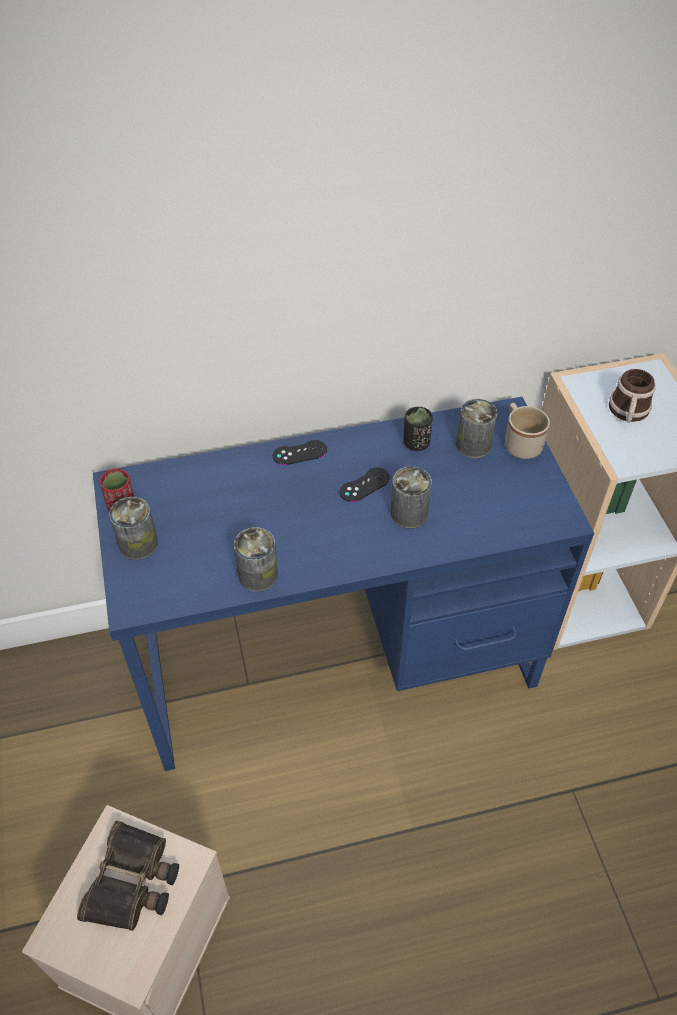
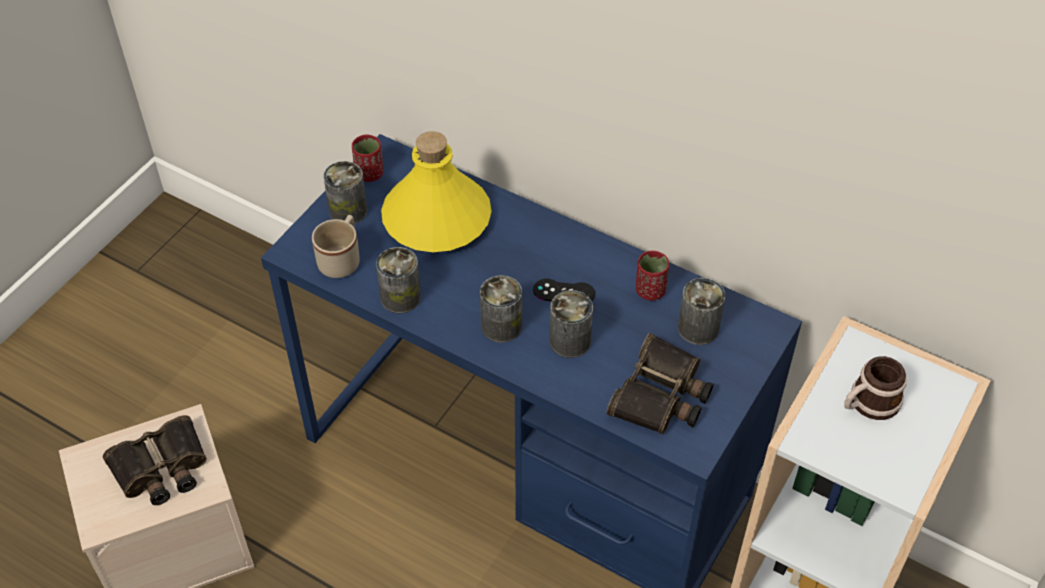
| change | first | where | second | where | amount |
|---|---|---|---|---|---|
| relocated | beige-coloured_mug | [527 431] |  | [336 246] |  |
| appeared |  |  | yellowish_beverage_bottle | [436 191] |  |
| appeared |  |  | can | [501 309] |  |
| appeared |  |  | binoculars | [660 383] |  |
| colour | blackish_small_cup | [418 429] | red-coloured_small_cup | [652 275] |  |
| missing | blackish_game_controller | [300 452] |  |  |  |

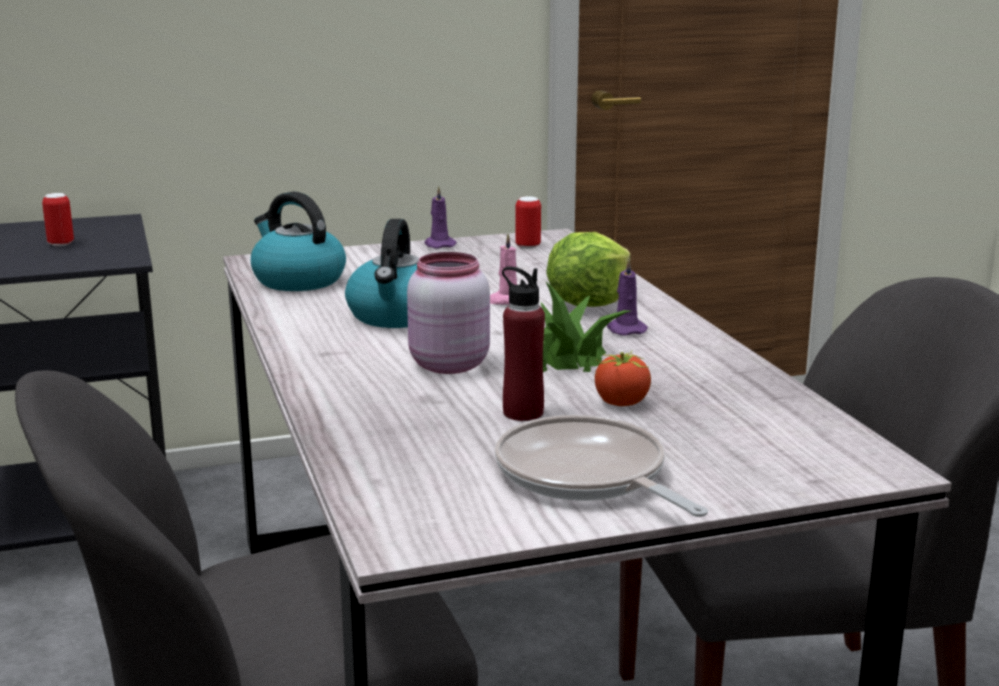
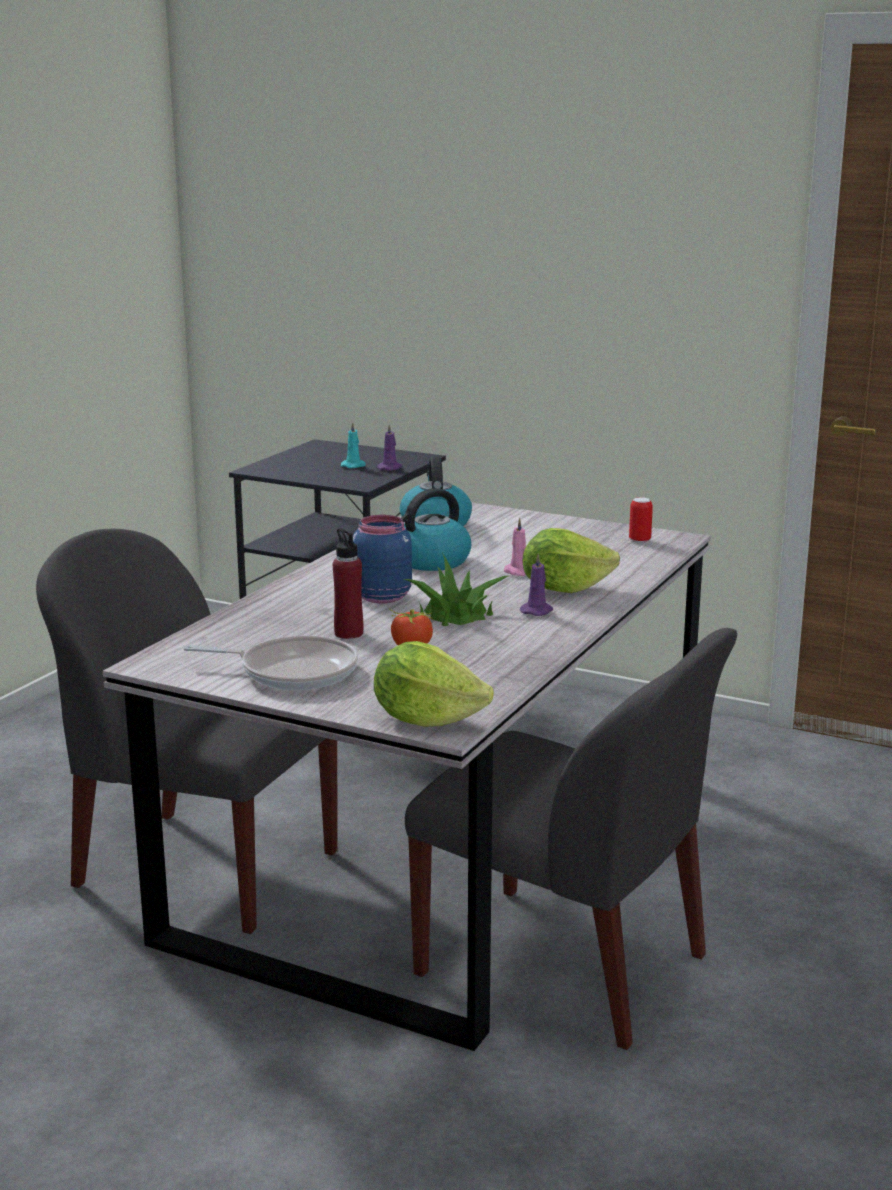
| change | first | where | second | where | amount |
|---|---|---|---|---|---|
| spun | frying_pan | [601 466] |  | [270 663] | 90 degrees clockwise |
| exchanged | can | [58 220] | blue-green_candle | [353 445] |  |
| colour | pink_jar | [448 313] | bluish_jar | [382 559] |  |
| appeared |  |  | head_of_lettuce | [434 684] |  |
| relocated | purple-coloured_candle | [440 217] |  | [389 447] |  |

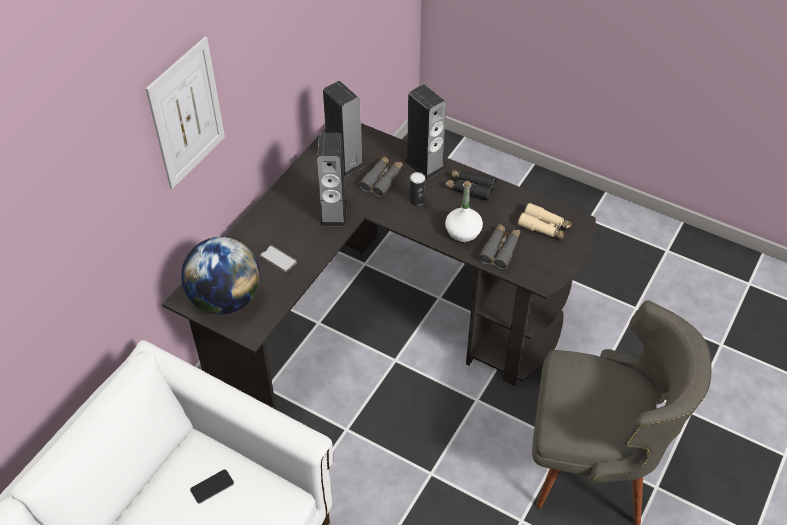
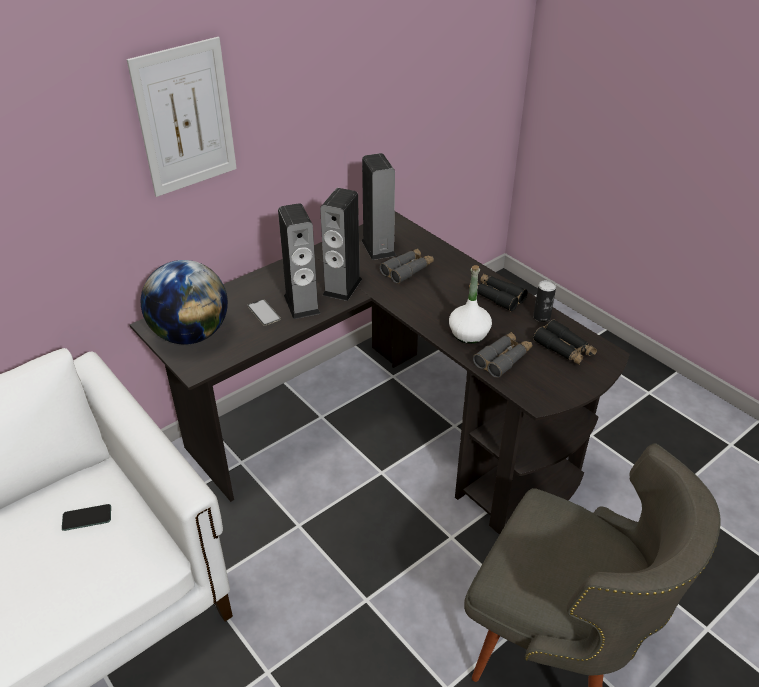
| change | first | where | second | where | amount |
|---|---|---|---|---|---|
| relocated | speaker | [425 132] |  | [299 261] |  |
| relocated | can | [417 189] |  | [544 301] |  |
| colour | beige-coloured_binoculars | [545 221] | blackish_binoculars | [565 342] |  |

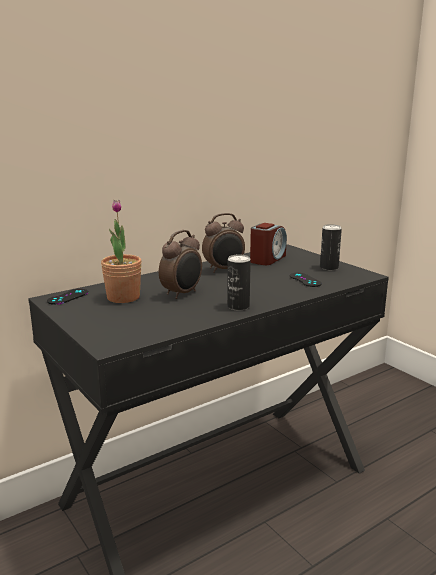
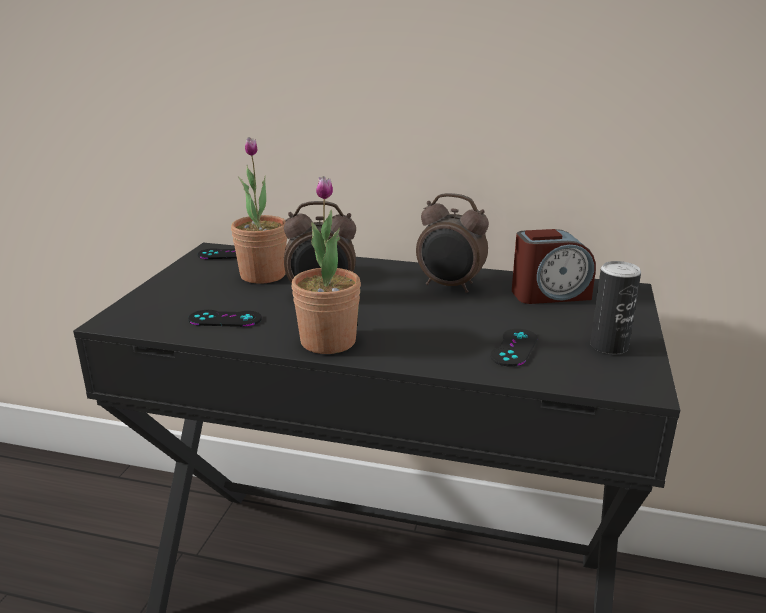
| change | first | where | second | where | amount |
|---|---|---|---|---|---|
| appeared |  |  | blackish_game_controller | [225 318] |  |
| exchanged | can | [239 283] | houseplant | [326 265] |  |

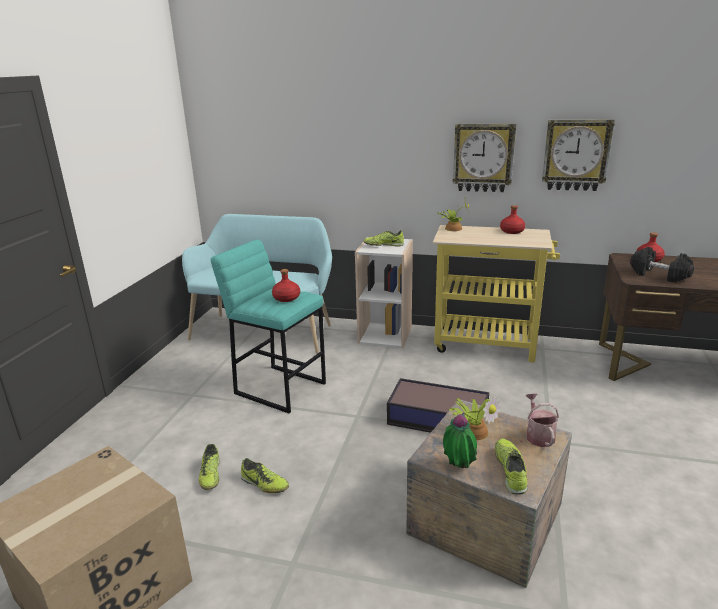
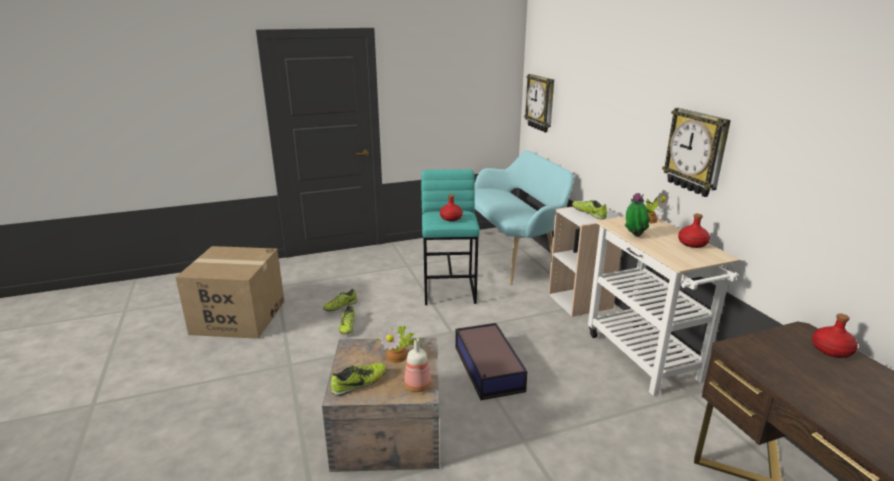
| change | first | where | second | where | amount |
|---|---|---|---|---|---|
| exchanged | sprinkling_can | [542 420] | beverage_bottle | [417 365] |  |
| relocated | clock_on_the_wall | [578 155] |  | [539 103] |  |
| colour | yellowish_trolley | [496 293] | white_trolley | [663 306] |  |
| relocated | houseplant | [460 440] |  | [637 215] |  |
| missing | blackish_dumbbell | [662 265] |  |  |  |

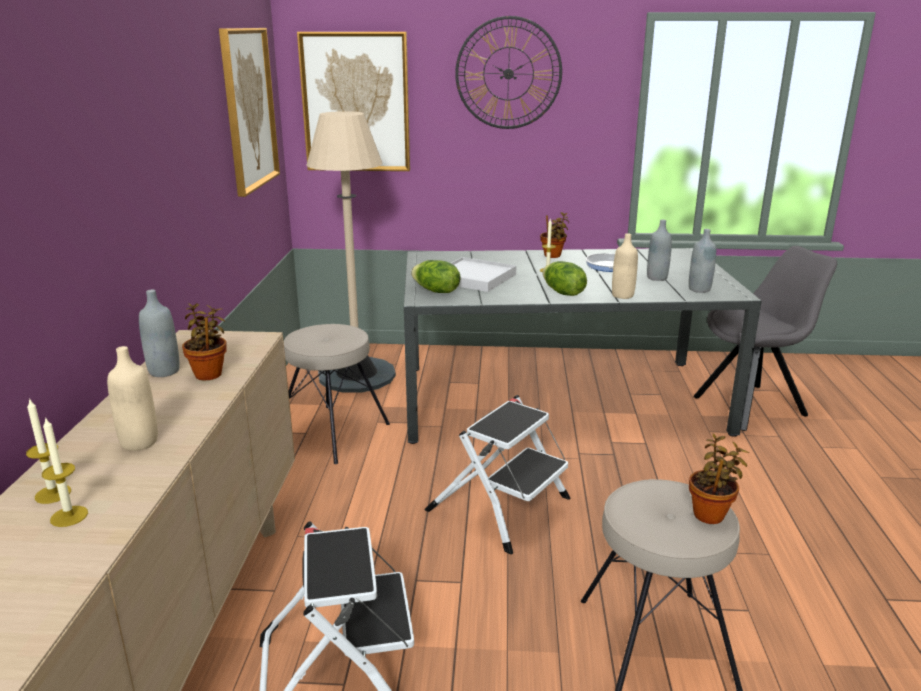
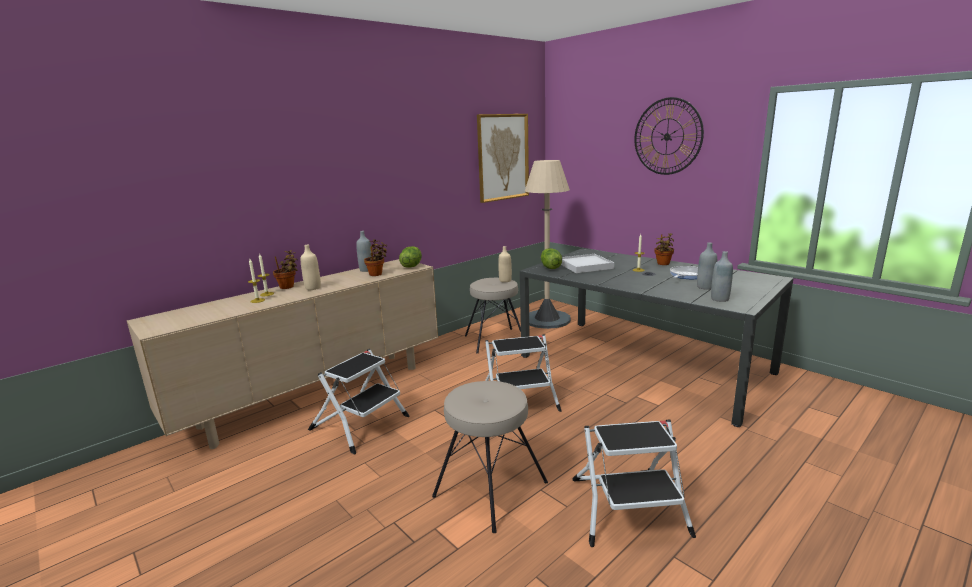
| change | first | where | second | where | amount |
|---|---|---|---|---|---|
| relocated | houseplant | [719 478] |  | [285 269] |  |
| relocated | head_of_lettuce | [565 278] |  | [410 257] |  |
| relocated | beige-coloured_beverage_bottle | [625 266] |  | [505 264] |  |
| appeared |  |  | step_stool | [634 483] |  |
| missing | picture | [353 101] |  |  |  |
| missing | grey_plain_chair | [765 338] |  |  |  |

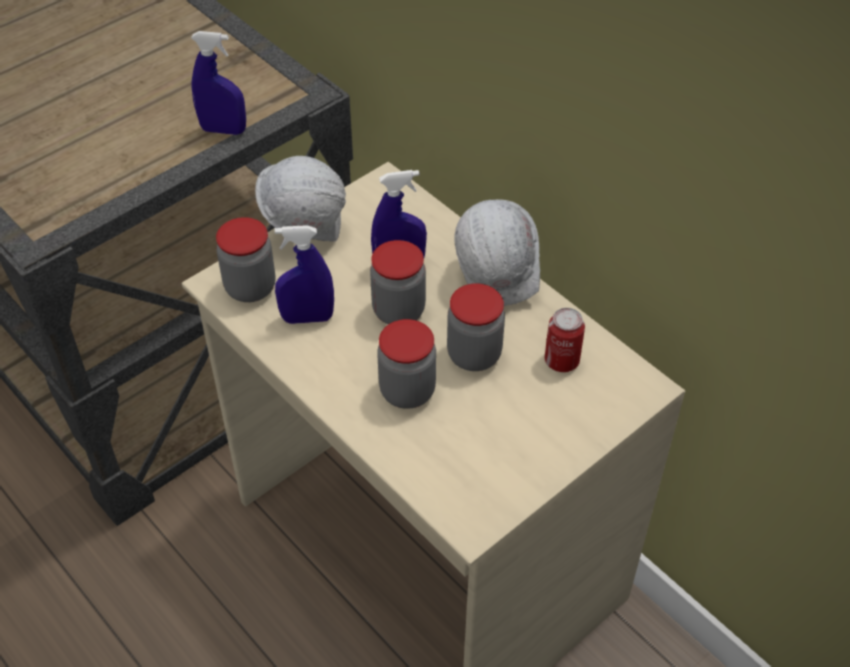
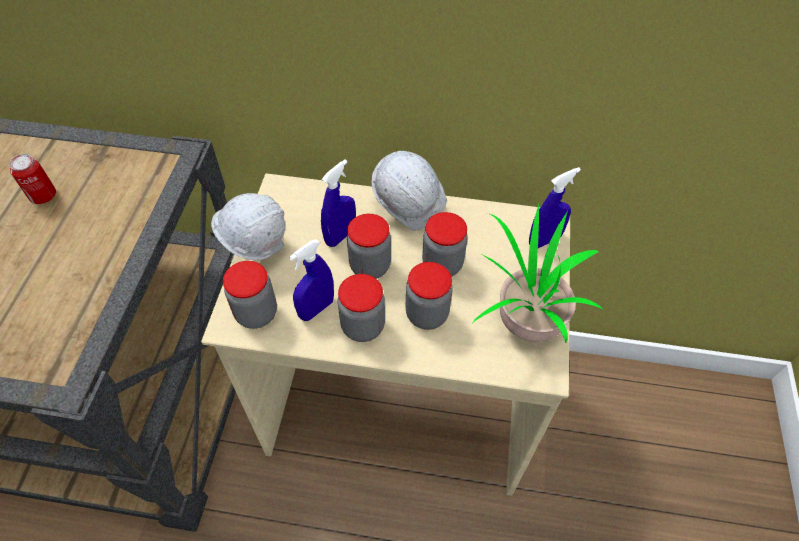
| change | first | where | second | where | amount |
|---|---|---|---|---|---|
| relocated | can | [565 340] |  | [32 179] |  |
| appeared |  |  | jar | [361 308] |  |
| appeared |  |  | houseplant | [538 273] |  |
| relocated | bluish_spray_bottle | [218 83] |  | [555 207] |  |

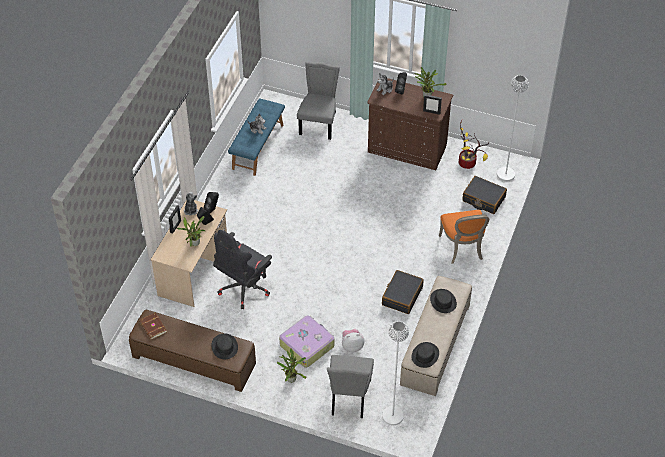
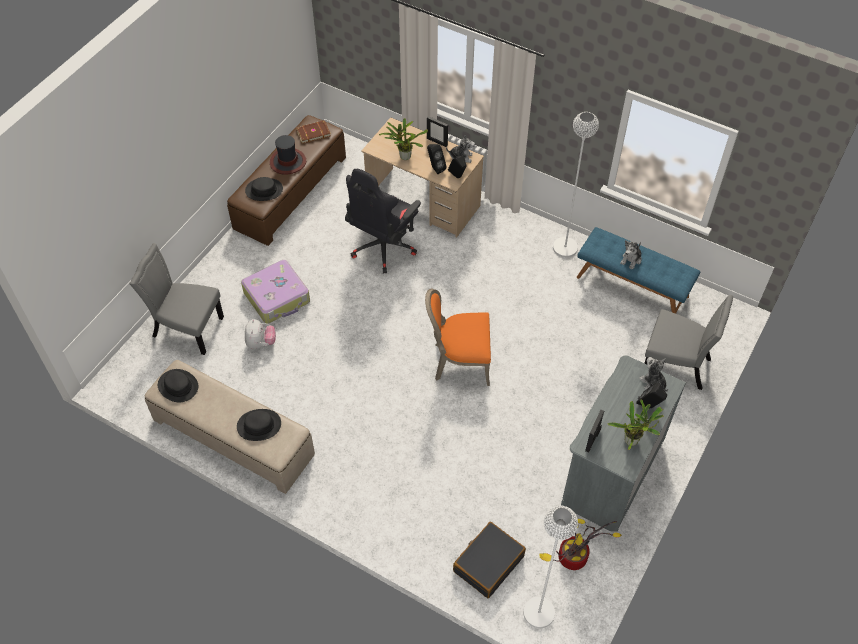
| change | first | where | second | where | amount |
|---|---|---|---|---|---|
| appeared |  |  | clothing_hat | [288 155] |  |
| spun | blackish_desk_chair | [242 269] |  | [383 221] | 105 degrees counterclockwise |
| relocated | orangey_plain_chair | [464 237] |  | [458 337] |  |
| relocated | white_standard_lamp | [395 373] |  | [576 185] |  |
| colour | brown_drawer_chest | [410 124] | grey_drawer_chest | [623 444] |  |
| missing | houseplant | [291 365] |  |  |  |
| missing | blackish_travel_case | [403 292] |  |  |  |

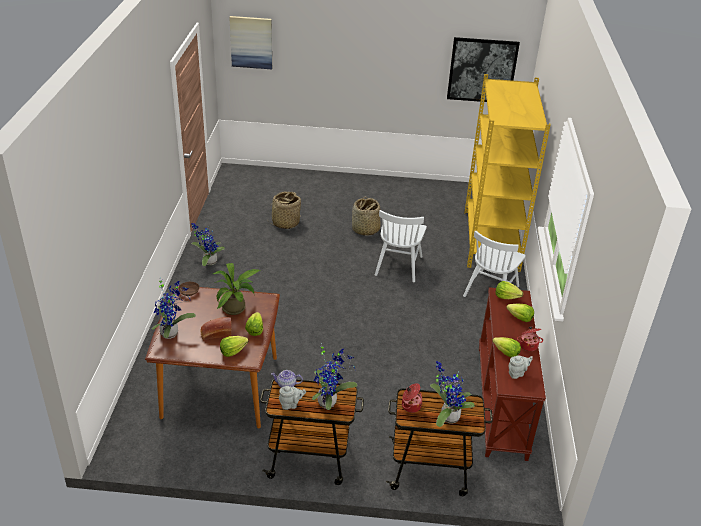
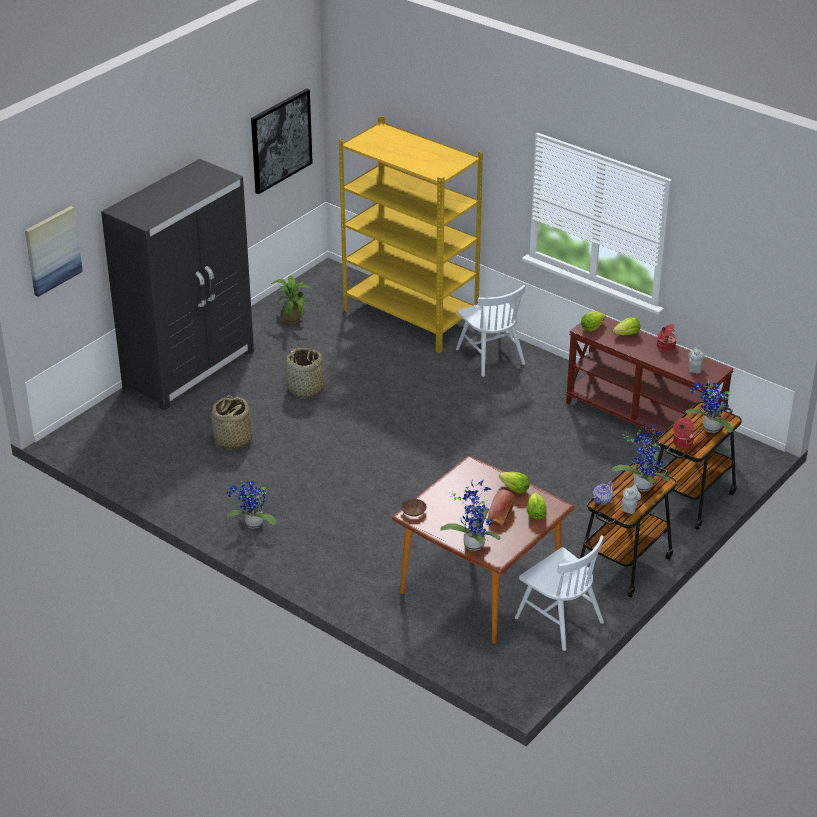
| change | first | where | second | where | amount |
|---|---|---|---|---|---|
| appeared |  |  | blackish_cabinet | [177 284] |  |
| relocated | houseplant | [237 289] |  | [292 299] |  |
| relocated | white_plain_chair | [401 246] |  | [559 593] |  |
| missing | head_of_lettuce | [506 347] |  |  |  |

